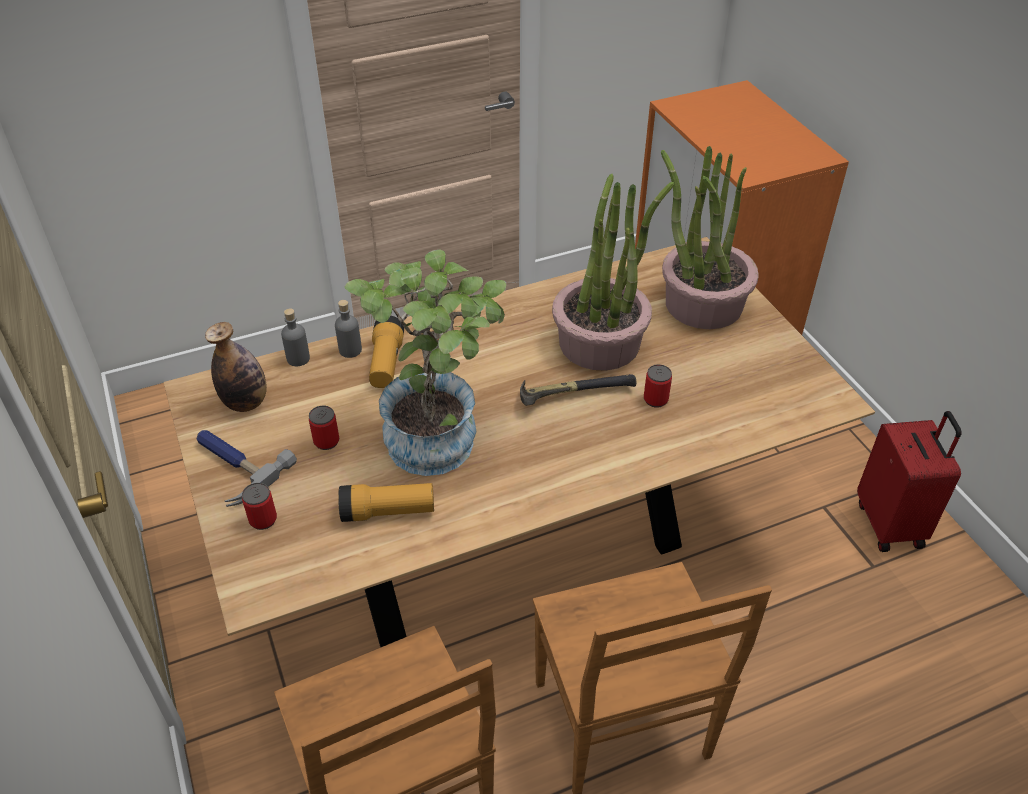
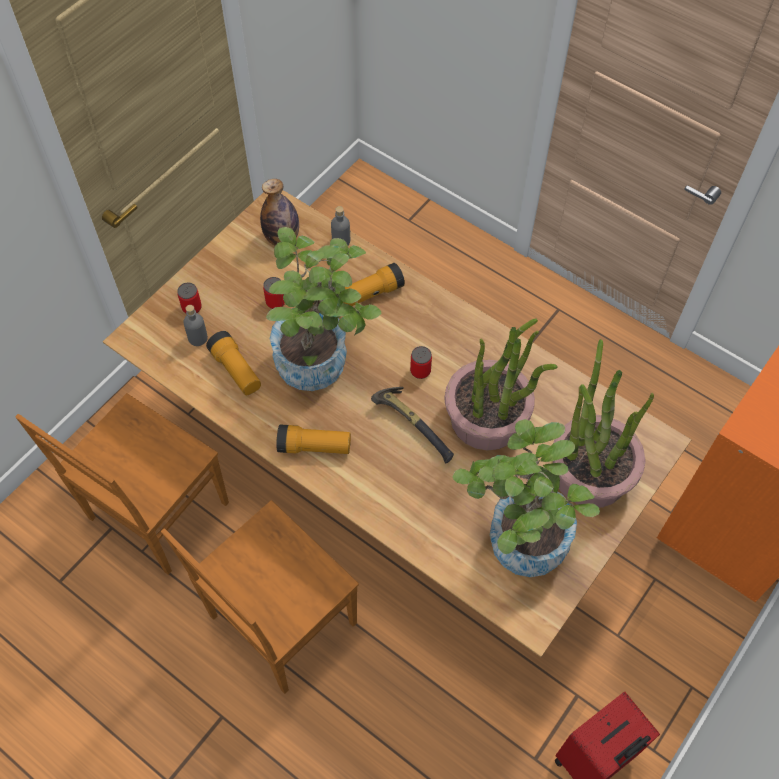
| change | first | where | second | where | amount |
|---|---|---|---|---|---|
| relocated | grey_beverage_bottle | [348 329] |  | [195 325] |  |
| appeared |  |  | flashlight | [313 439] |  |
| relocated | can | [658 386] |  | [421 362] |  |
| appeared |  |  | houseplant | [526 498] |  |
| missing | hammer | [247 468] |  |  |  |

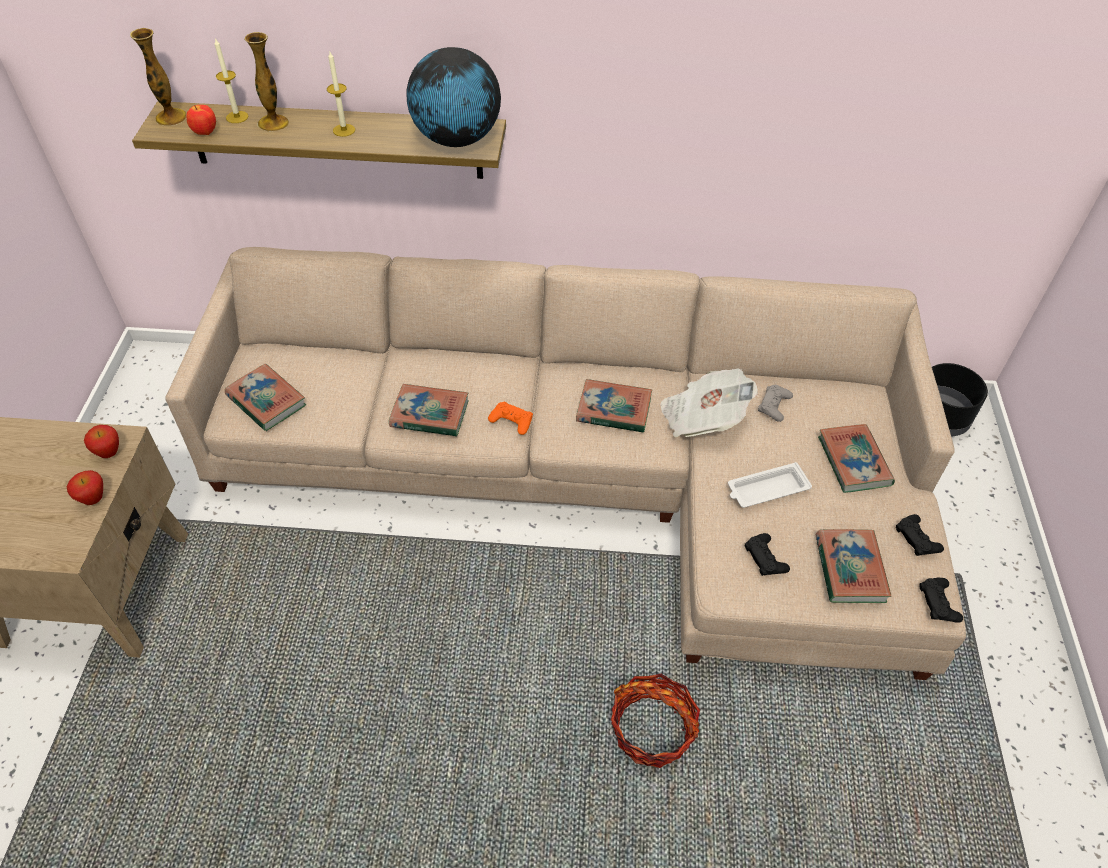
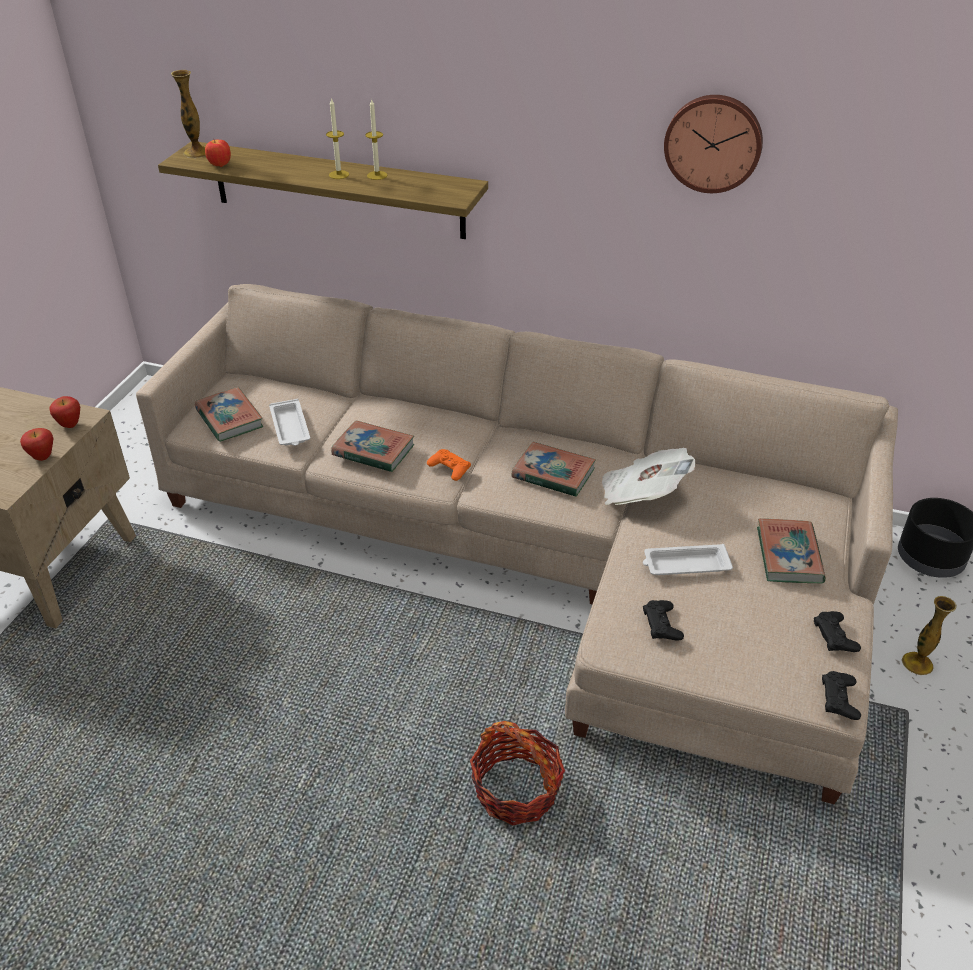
| change | first | where | second | where | amount |
|---|---|---|---|---|---|
| appeared |  |  | white_tray | [289 422] |  |
| relocated | candle | [231 80] |  | [376 139] |  |
| appeared |  |  | clock_on_the_wall | [713 144] |  |
| relocated | decorative_vase | [266 82] |  | [929 635] |  |
| missing | globe | [454 97] |  |  |  |
| missing | grey_game_controller | [775 403] |  |  |  |
| missing | bound_book | [854 566] |  |  |  |

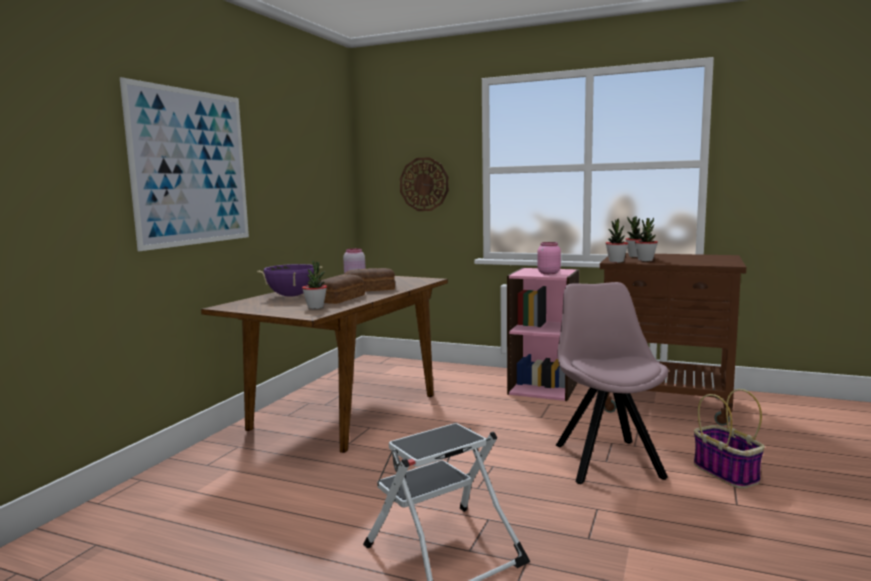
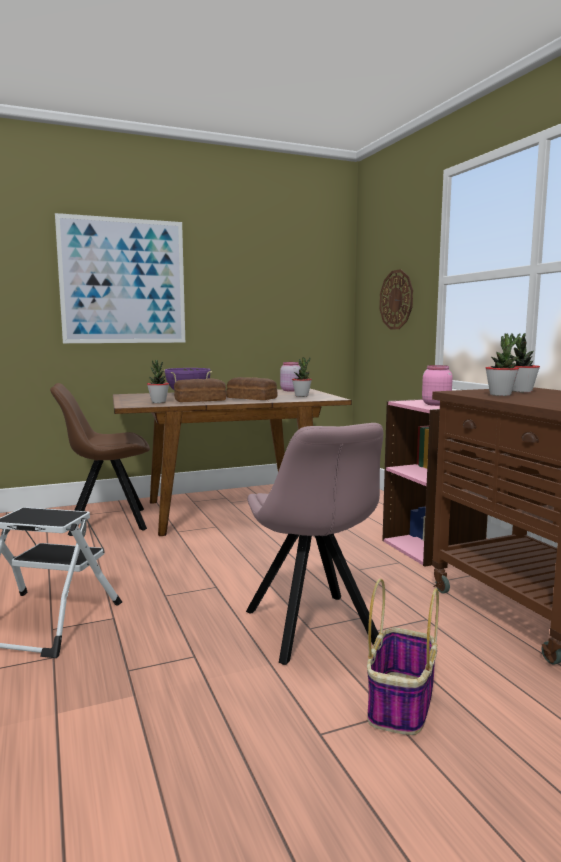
| change | first | where | second | where | amount |
|---|---|---|---|---|---|
| appeared |  |  | brown_plain_chair | [100 459] |  |
| spun | pink_plain_chair | [612 383] |  | [315 544] | 120 degrees clockwise |
| relocated | houseplant | [617 240] |  | [302 377] |  |

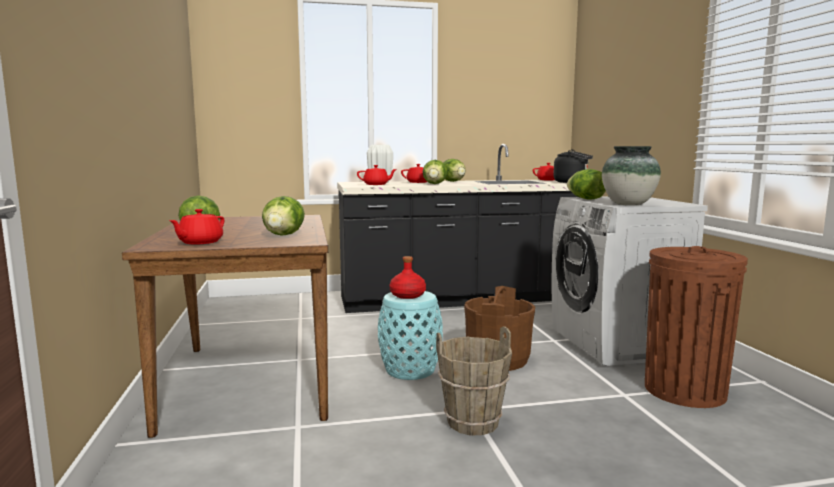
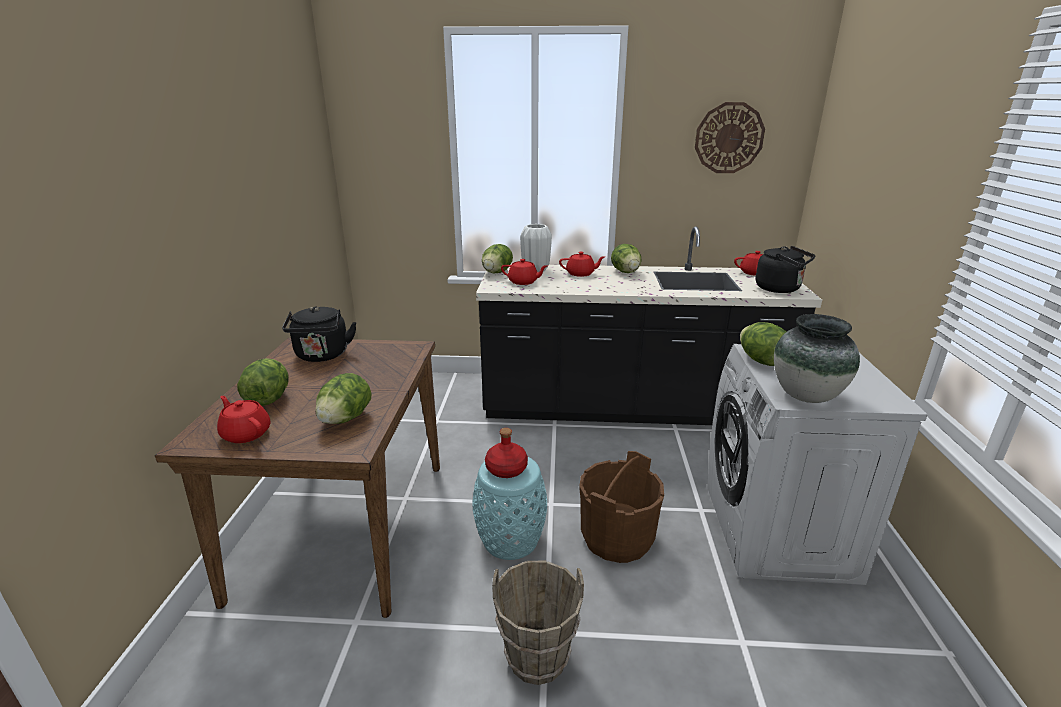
| change | first | where | second | where | amount |
|---|---|---|---|---|---|
| spun | red-coloured_tea_pot | [196 227] |  | [244 419] | 90 degrees clockwise |
| appeared |  |  | blackish_water_kettle | [319 334] |  |
| relocated | head_of_lettuce | [435 172] |  | [497 258] |  |
| appeared |  |  | clock_on_the_wall | [730 137] |  |
| missing | brown_trash_can | [696 327] |  |  |  |

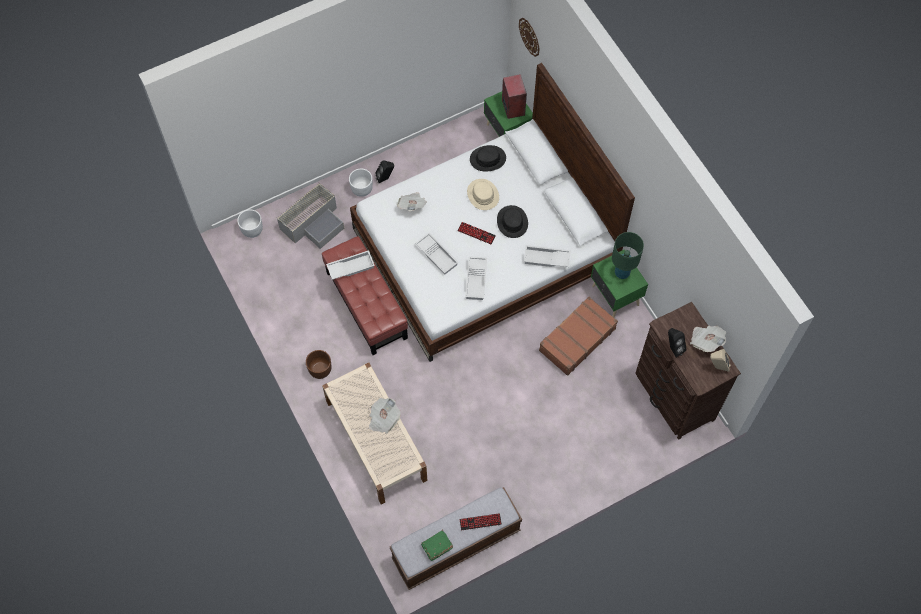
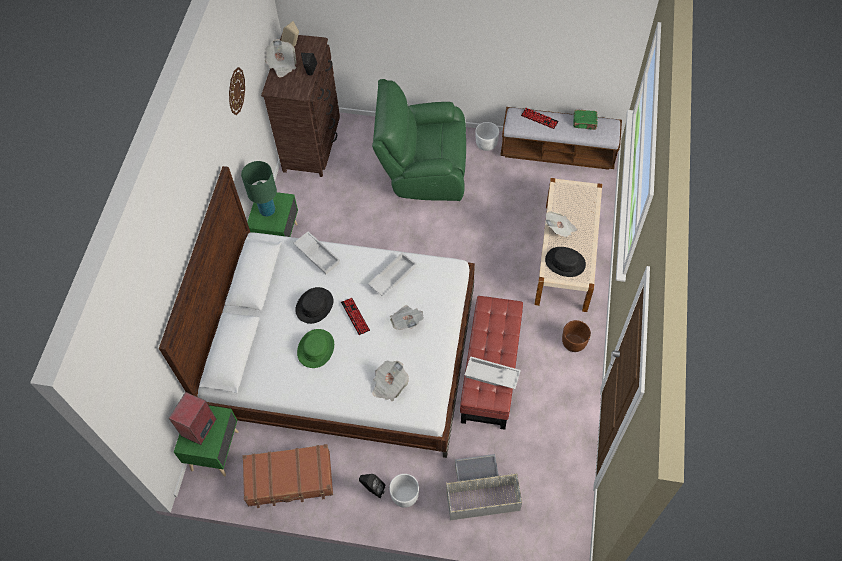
| change | first | where | second | where | amount |
|---|---|---|---|---|---|
| relocated | clock_on_the_wall | [529 37] |  | [237 91] |  |
| relocated | brown_travel_case | [578 336] |  | [287 476] |  |
| colour | beige-coloured_clothing_hat | [483 194] | green_clothing_hat | [315 348] |  |
| appeared |  |  | green_easy_chair | [419 140] |  |
| exchanged | white_tray | [437 254] | daily_paper | [407 317] |  |
| relocated | white_flower_pot | [250 223] |  | [487 136] |  |
| relocated | blackish_clothing_hat | [488 158] |  | [565 262] |  |

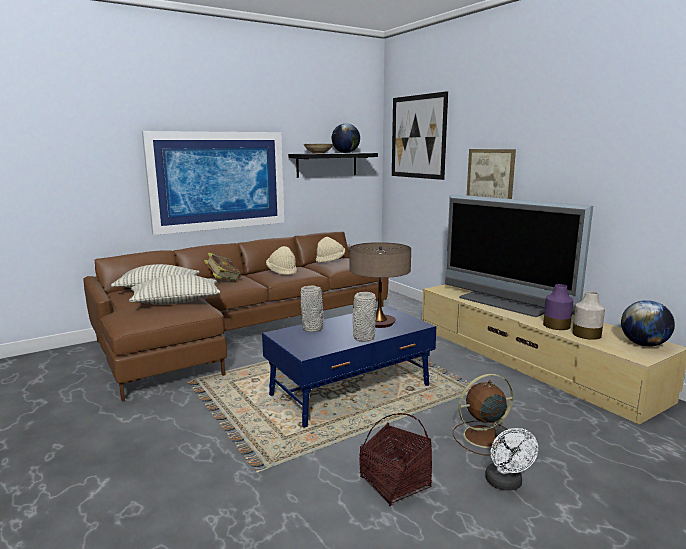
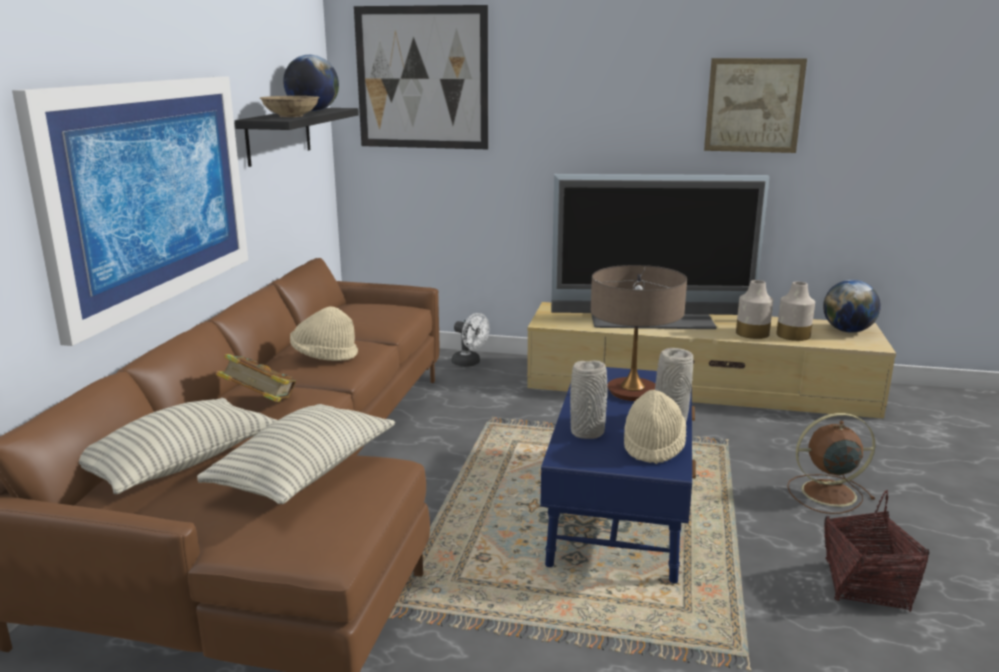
| change | first | where | second | where | amount |
|---|---|---|---|---|---|
| relocated | white_electric_fan | [511 458] |  | [471 340] |  |
| relocated | beige-coloured_clothing_hat | [330 250] |  | [655 427] |  |
| relocated | picture | [491 174] |  | [755 105] |  |
| colour | purple-coloured_decorative_vase | [558 307] | beige-coloured_decorative_vase | [754 309] |  |
| spun | brown_electric_fan | [483 414] |  | [831 463] | 60 degrees clockwise |

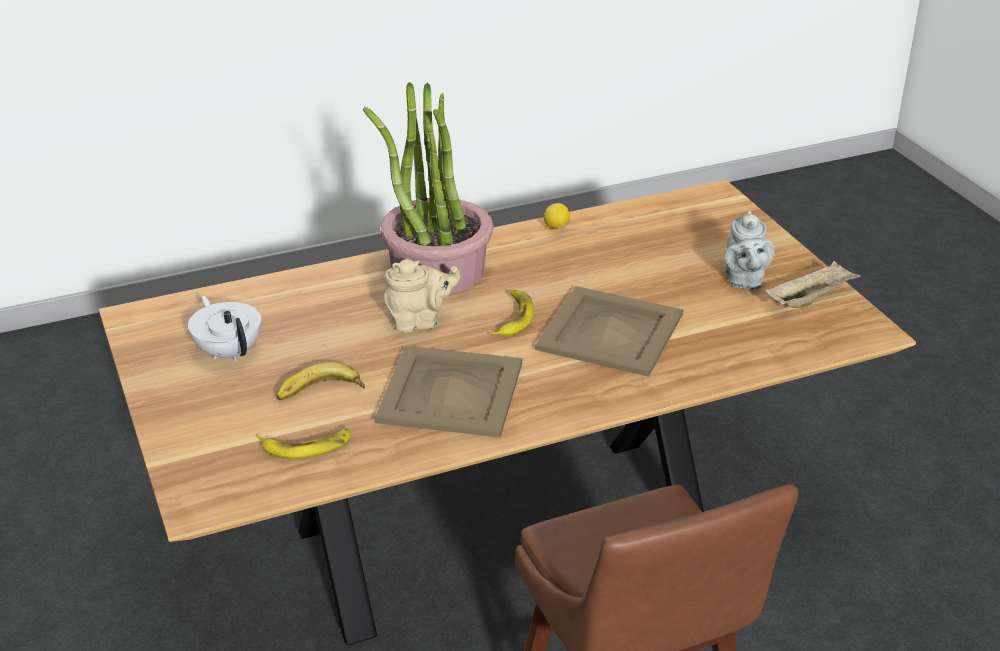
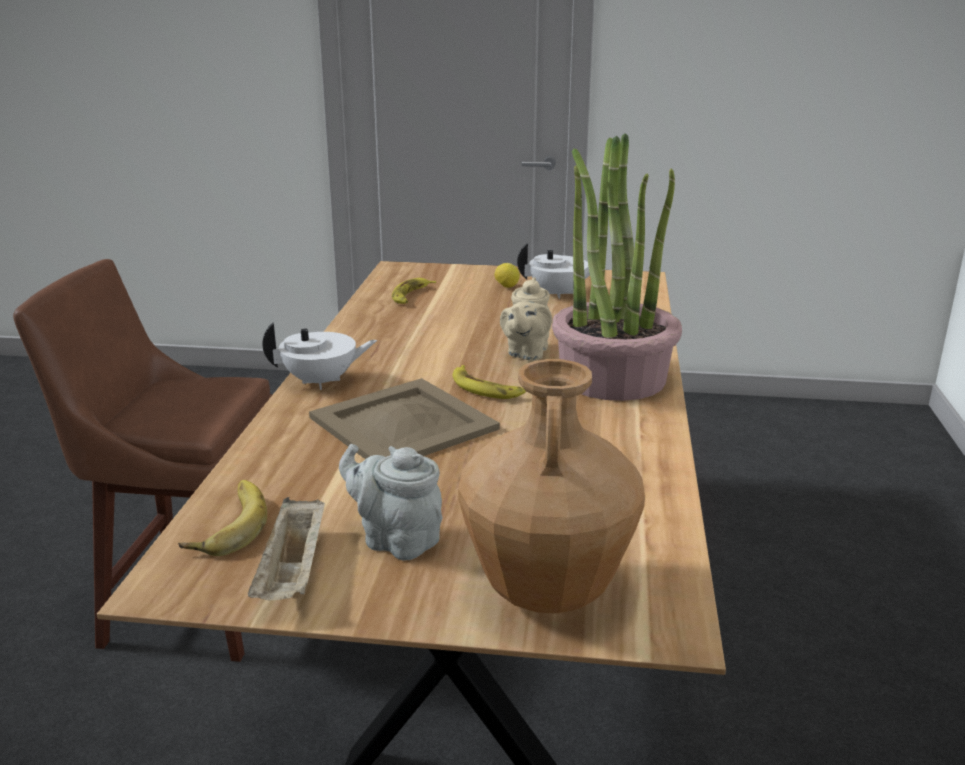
| change | first | where | second | where | amount |
|---|---|---|---|---|---|
| relocated | whole_banana | [321 381] |  | [222 518] |  |
| appeared |  |  | white_tea_pot | [320 356] |  |
| appeared |  |  | brown_decorative_vase | [551 486] |  |
| relocated | lemon | [557 216] |  | [507 275] |  |
| missing | beige-coloured_tray | [448 392] |  |  |  |

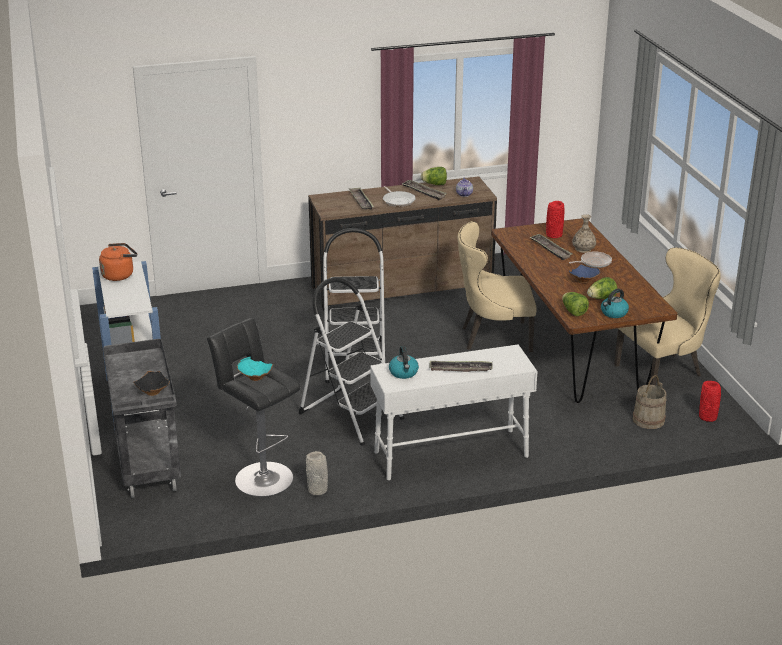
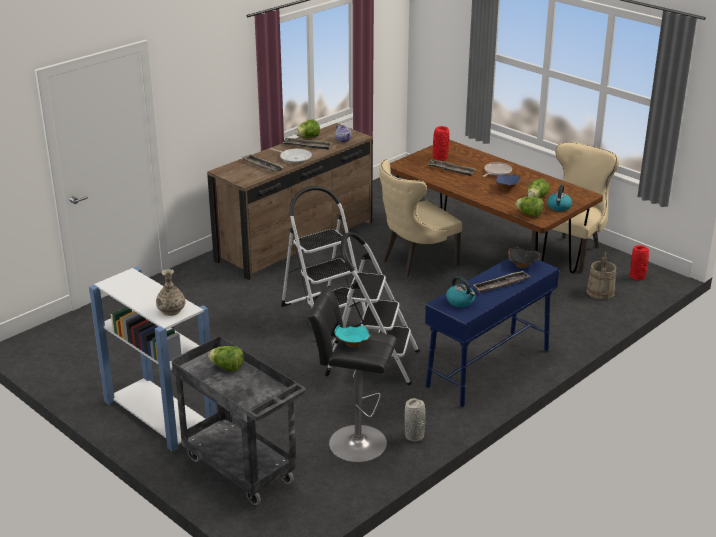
| change | first | where | second | where | amount |
|---|---|---|---|---|---|
| relocated | decorative_vase | [584 233] |  | [171 292] |  |
| appeared |  |  | head_of_lettuce | [226 359] |  |
| colour | white_hall_table | [454 412] | bluish_hall_table | [492 332] |  |
| relocated | blackish_bowl | [151 383] |  | [524 257] |  |
| missing | orangey_water_kettle | [118 262] |  |  |  |

